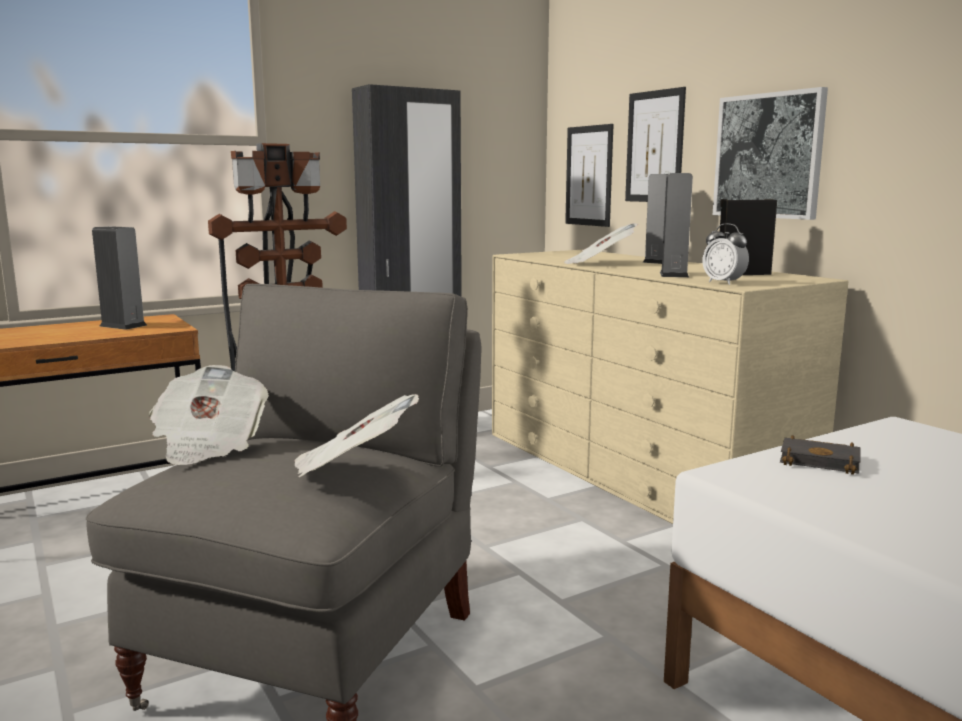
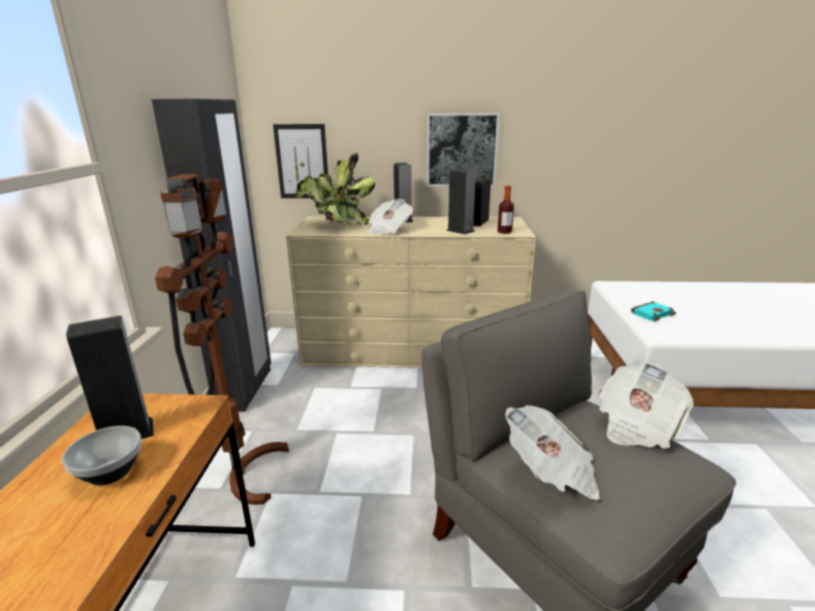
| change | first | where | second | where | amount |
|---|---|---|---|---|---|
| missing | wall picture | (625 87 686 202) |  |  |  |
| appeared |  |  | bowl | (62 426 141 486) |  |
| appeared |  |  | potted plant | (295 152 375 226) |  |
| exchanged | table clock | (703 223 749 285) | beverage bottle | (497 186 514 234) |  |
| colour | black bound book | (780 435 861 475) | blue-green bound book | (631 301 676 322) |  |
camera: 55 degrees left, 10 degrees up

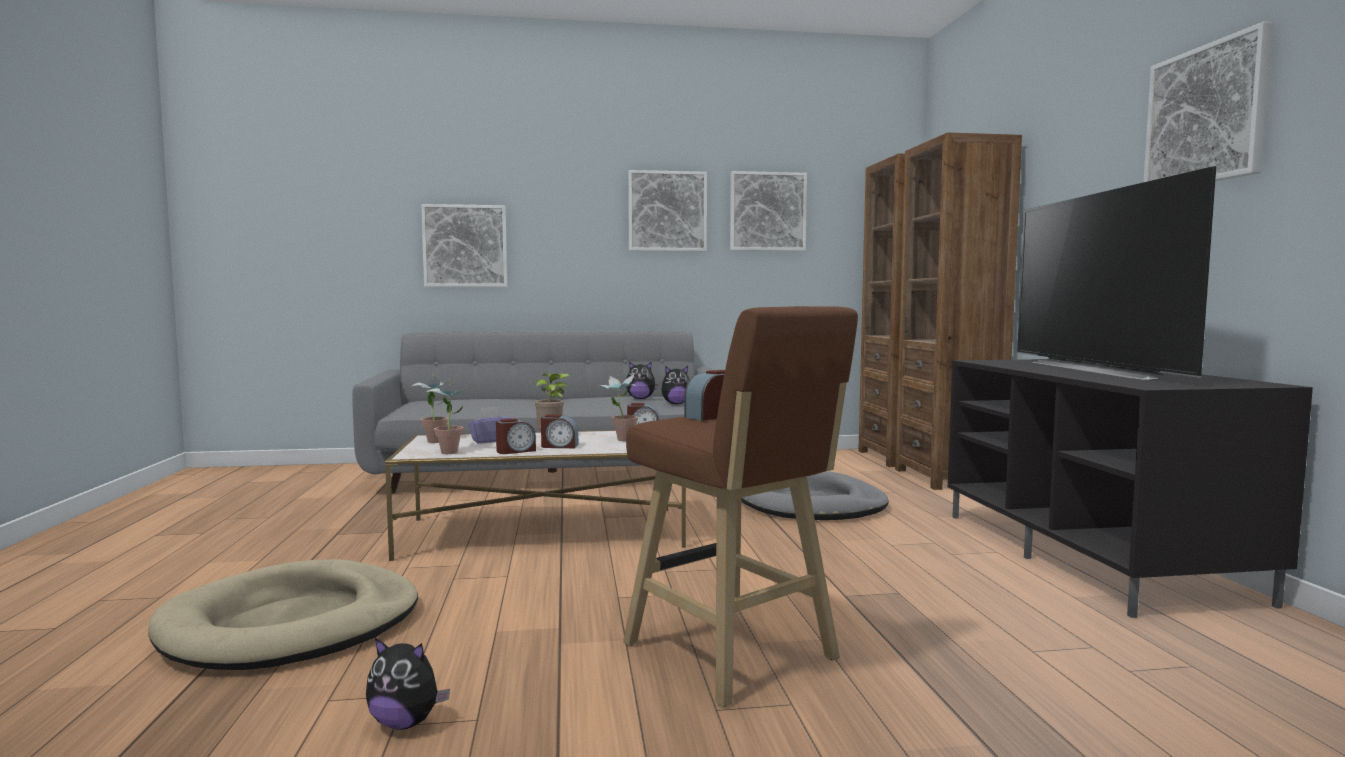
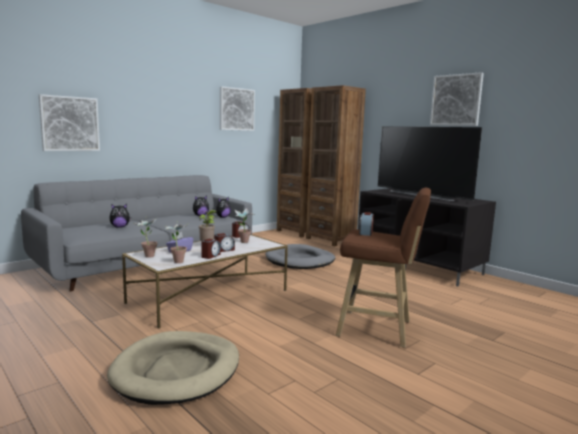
| change | first | where | second | where | amount |
|---|---|---|---|---|---|
| missing | wall picture | (628 170 707 252) |  |  |  |
| relocated | soft toy | (366 638 450 730) |  | (109 204 131 228) |  |
camera: 35 degrees left, 5 degrees up

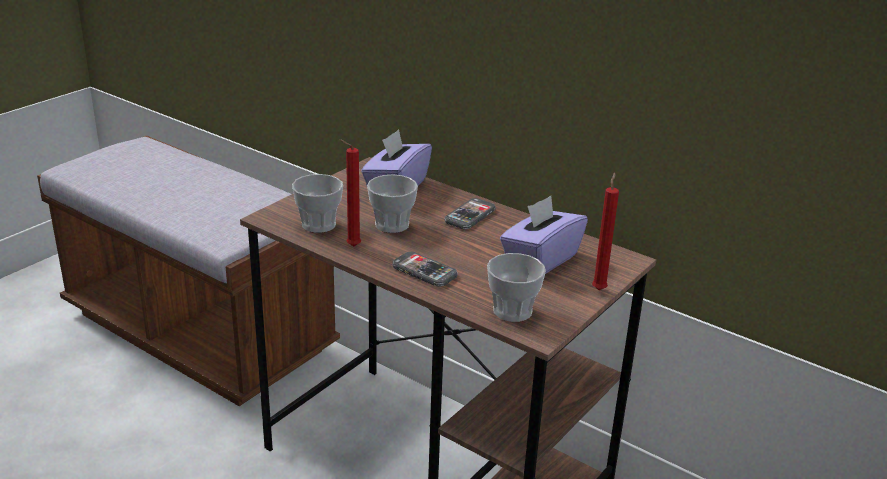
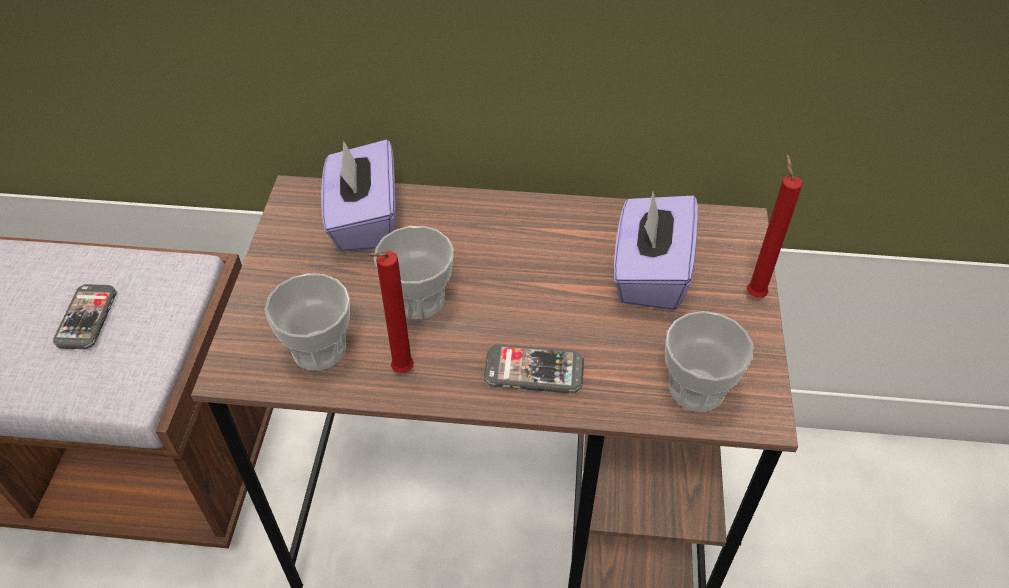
| change | first | where | second | where | amount |
|---|---|---|---|---|---|
| relocated | handset | (444 198 496 229) |  | (53 284 117 349) |  |
camera: 30 degrees left, 20 degrees up

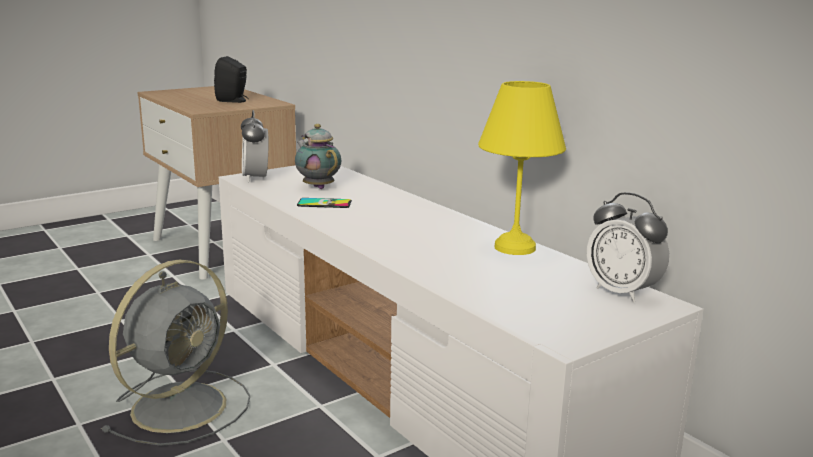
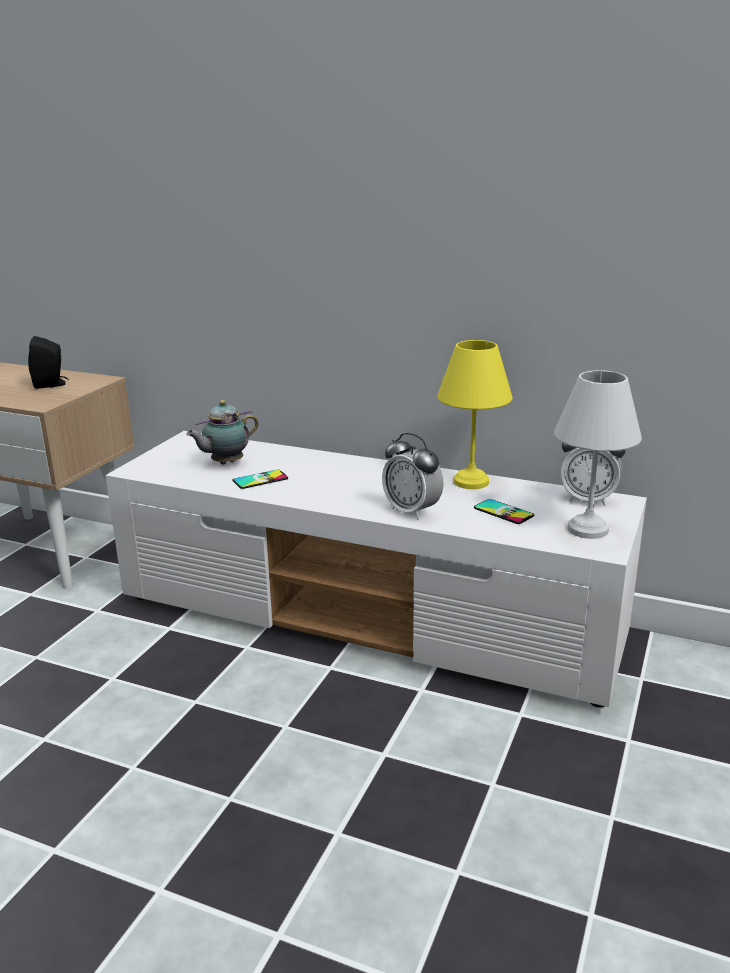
| change | first | where | second | where | amount |
|---|---|---|---|---|---|
| missing | gray electric fan | (101 259 250 446) |  |  |  |
| appeared |  |  | handset | (474 499 534 524) |  |
| appeared |  |  | white lamp for a table | (554 370 642 539) |  |
| relocated | table clock | (241 110 268 183) |  | (382 433 443 520) |  |
| spun | teapot | (295 124 341 189) |  | (186 400 259 465) | 60 degrees counterclockwise |
camera: 30 degrees left, 5 degrees up

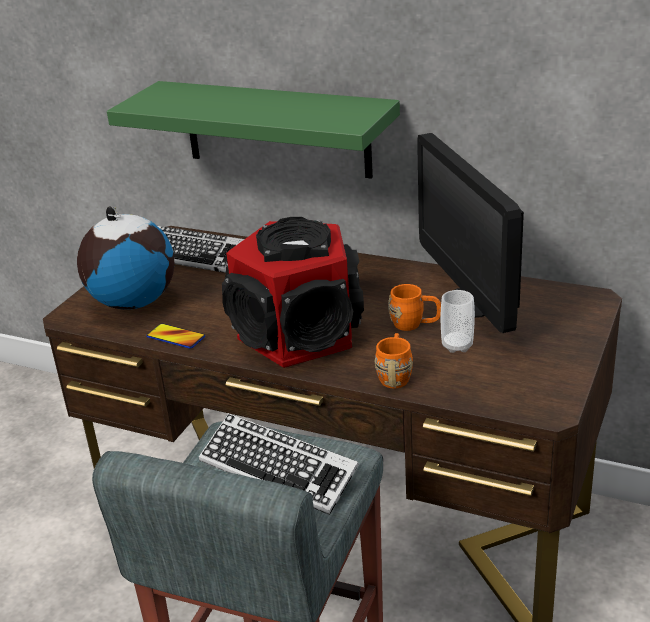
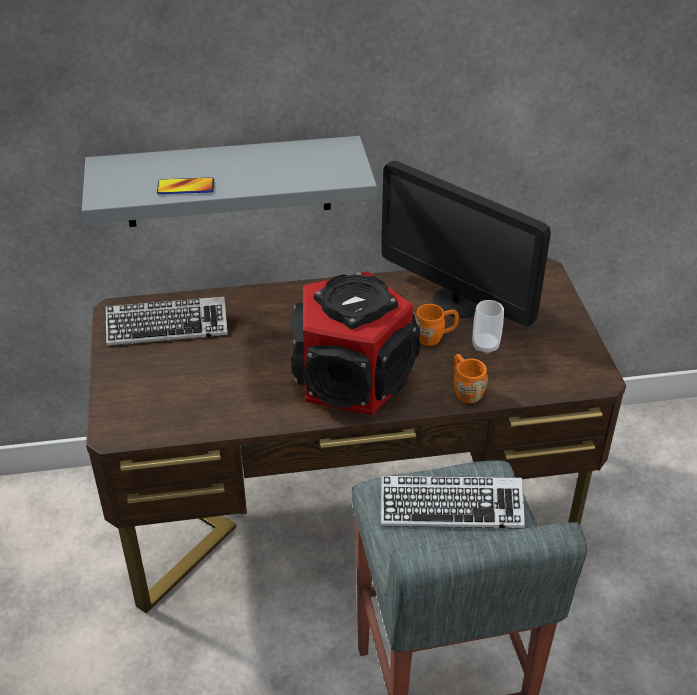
| change | first | where | second | where | amount |
|---|---|---|---|---|---|
| missing | world globe | (77 207 174 310) |  |  |  |
| relocated | handset | (146 323 205 349) |  | (157 177 214 194) |  |
| colour | green-coloured bracket shelf | (107 81 400 179) | gray bracket shelf | (82 136 377 227) |  |
camera: 35 degrees left, 10 degrees up

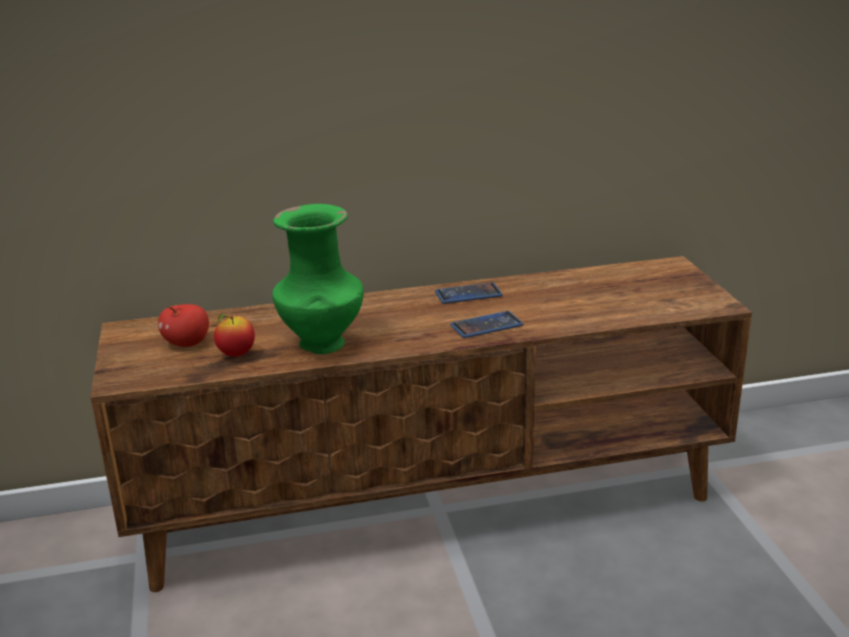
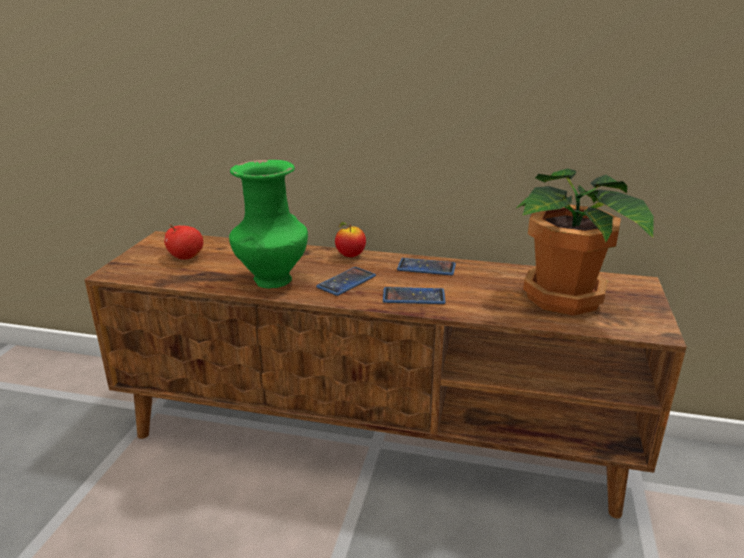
| change | first | where | second | where | amount |
|---|---|---|---|---|---|
| appeared |  |  | handset | (316 267 376 296) |  |
| appeared |  |  | potted plant | (516 168 654 316) |  |
| relocated | apple fruit | (214 314 255 357) |  | (335 222 366 257) |  |
camera: 25 degrees right, 0 degrees up

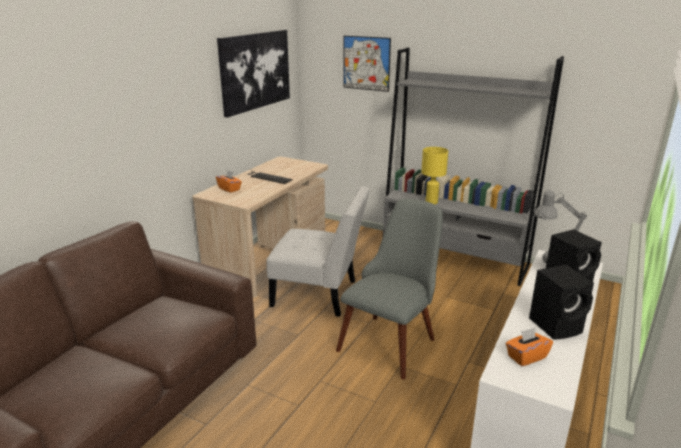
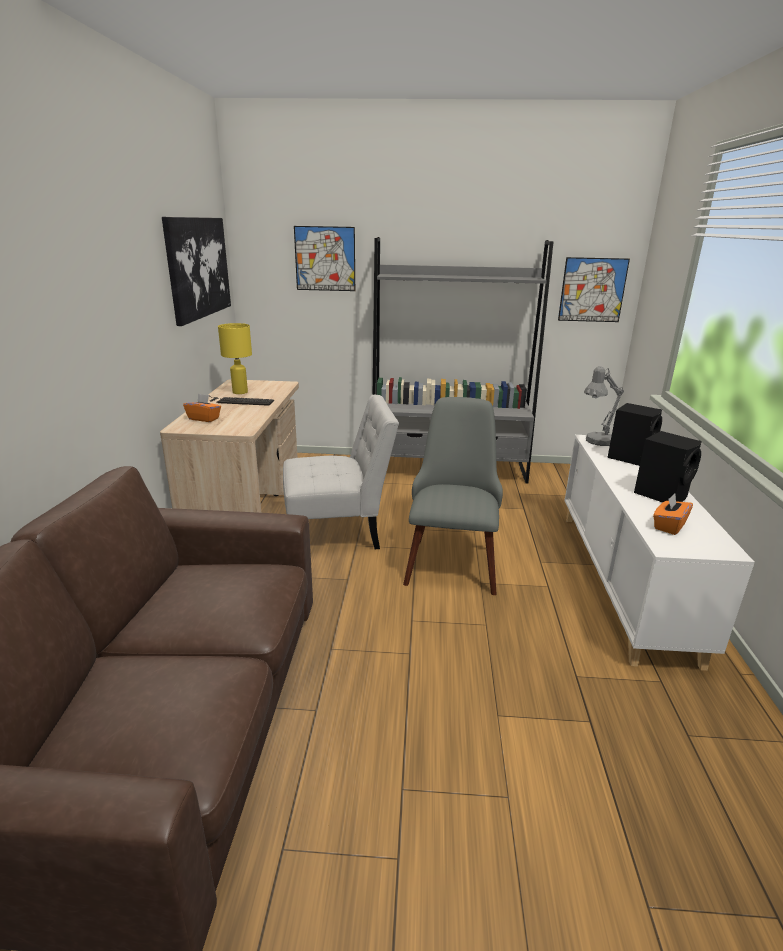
| change | first | where | second | where | amount |
|---|---|---|---|---|---|
| appeared |  |  | wall picture | (558 257 630 322) |  |
| relocated | yellowish lamp for a table | (421 147 448 204) |  | (218 323 252 394) |  |
camera: 25 degrees left, 0 degrees up

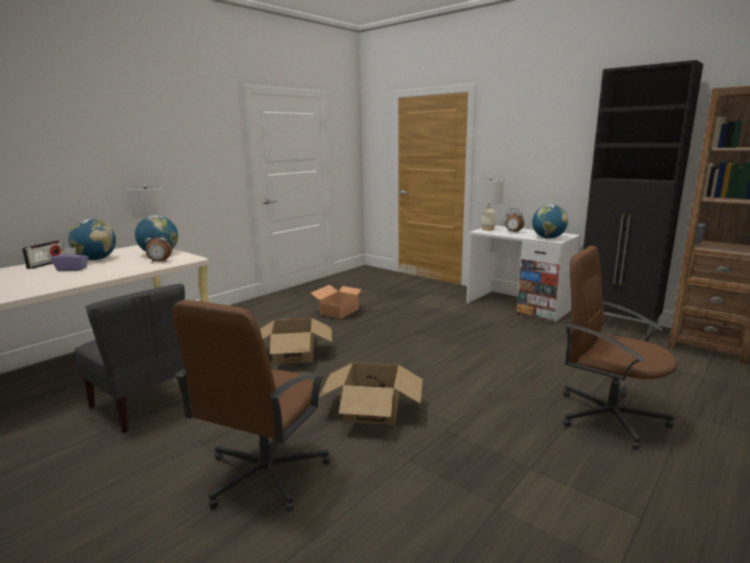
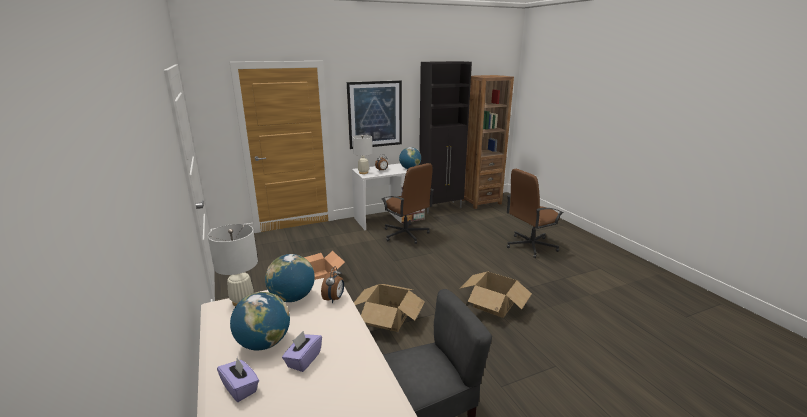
| change | first | where | second | where | amount |
|---|---|---|---|---|---|
| appeared |  |  | wall picture | (347 80 402 149) |  |
| relocated | brown computer chair | (173 300 330 512) |  | (382 163 434 244) |  |
| exchanged | radio set | (22 240 65 269) | purple-coloured tissue holder | (217 358 259 402) |  |
camera: 65 degrees left, 5 degrees up

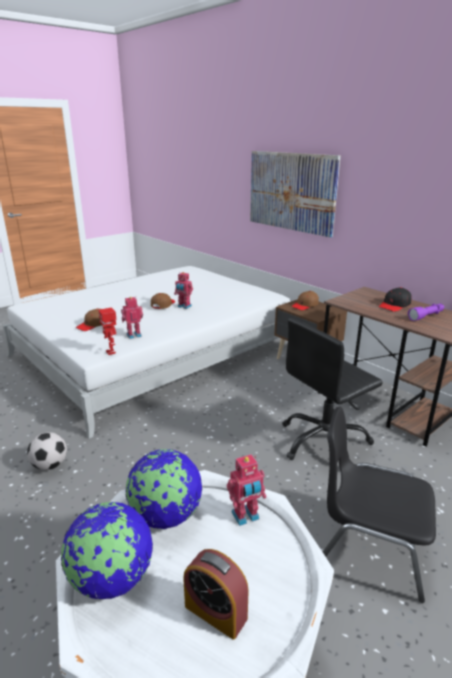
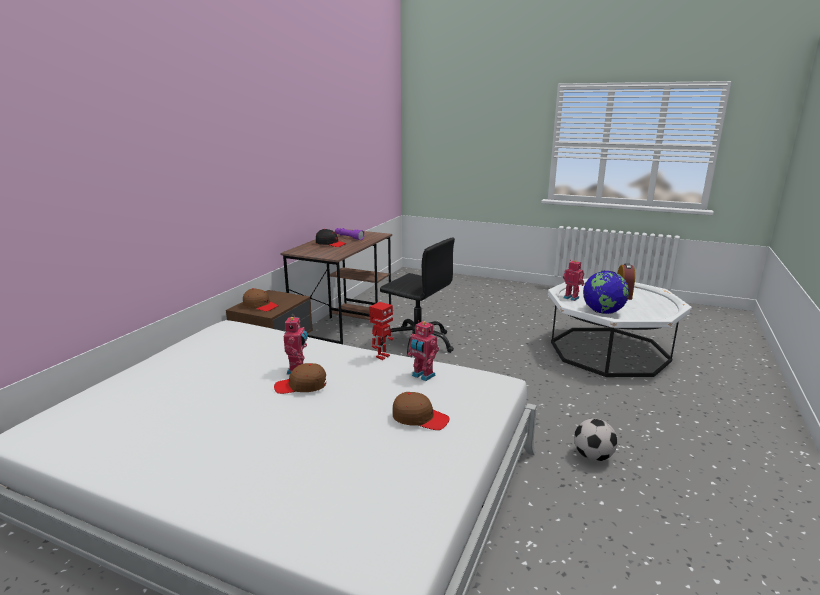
| change | first | where | second | where | amount |
|---|---|---|---|---|---|
| missing | world globe | (61 502 153 600) |  |  |  |
| missing | wall picture | (250 151 341 238) |  |  |  |
| missing | black plain chair | (323 407 436 603) |  |  |  |
| relocated | toy robot | (98 308 116 355) |  | (369 302 394 360) |  |
camera: 115 degrees left, 5 degrees down

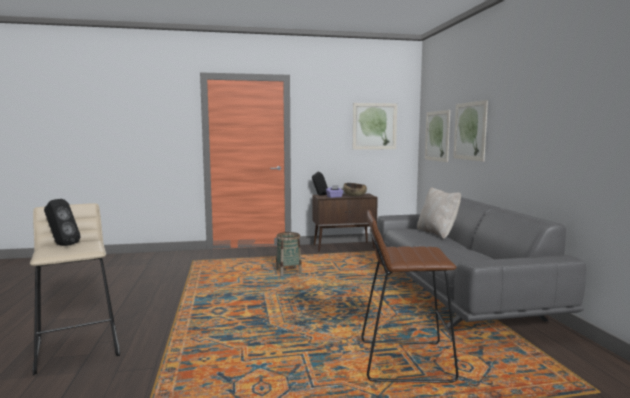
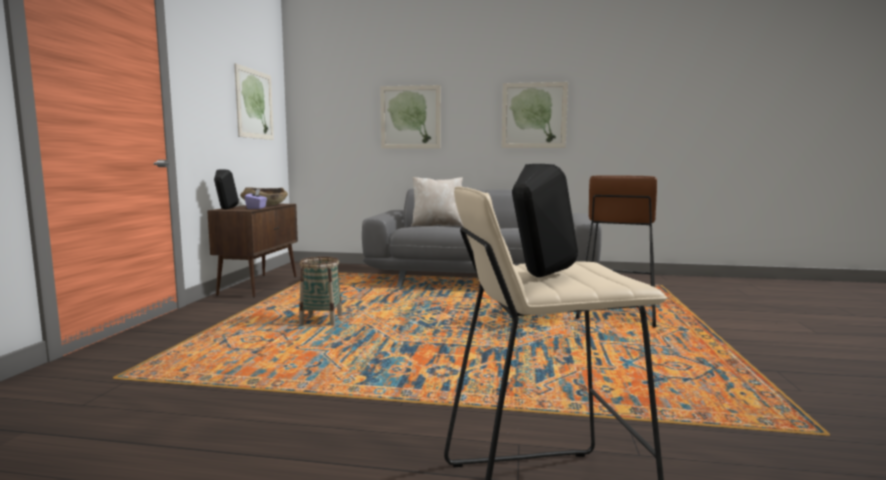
| change | first | where | second | where | amount |
|---|---|---|---|---|---|
| relocated | wall picture | (425 110 450 162) |  | (502 82 568 148) |  |
camera: 70 degrees left, 0 degrees up

